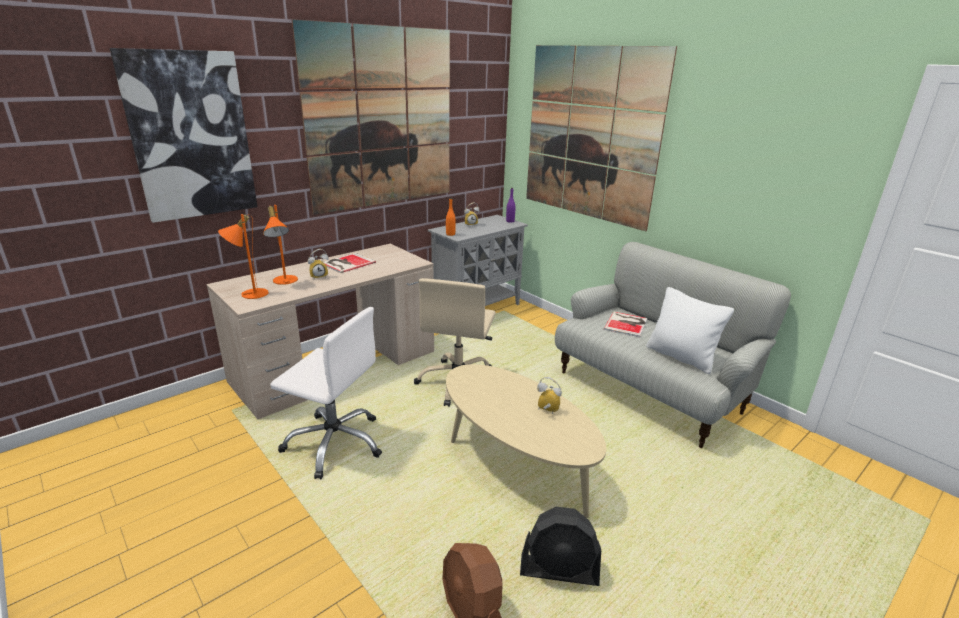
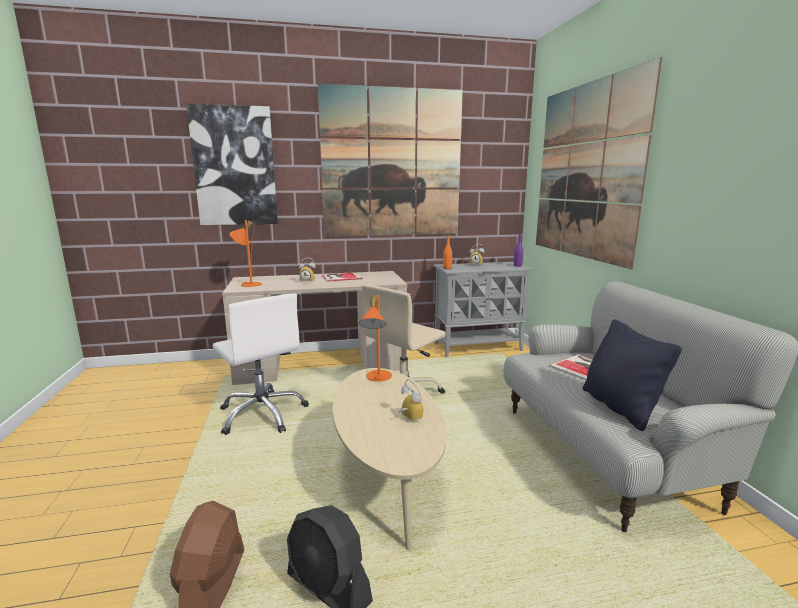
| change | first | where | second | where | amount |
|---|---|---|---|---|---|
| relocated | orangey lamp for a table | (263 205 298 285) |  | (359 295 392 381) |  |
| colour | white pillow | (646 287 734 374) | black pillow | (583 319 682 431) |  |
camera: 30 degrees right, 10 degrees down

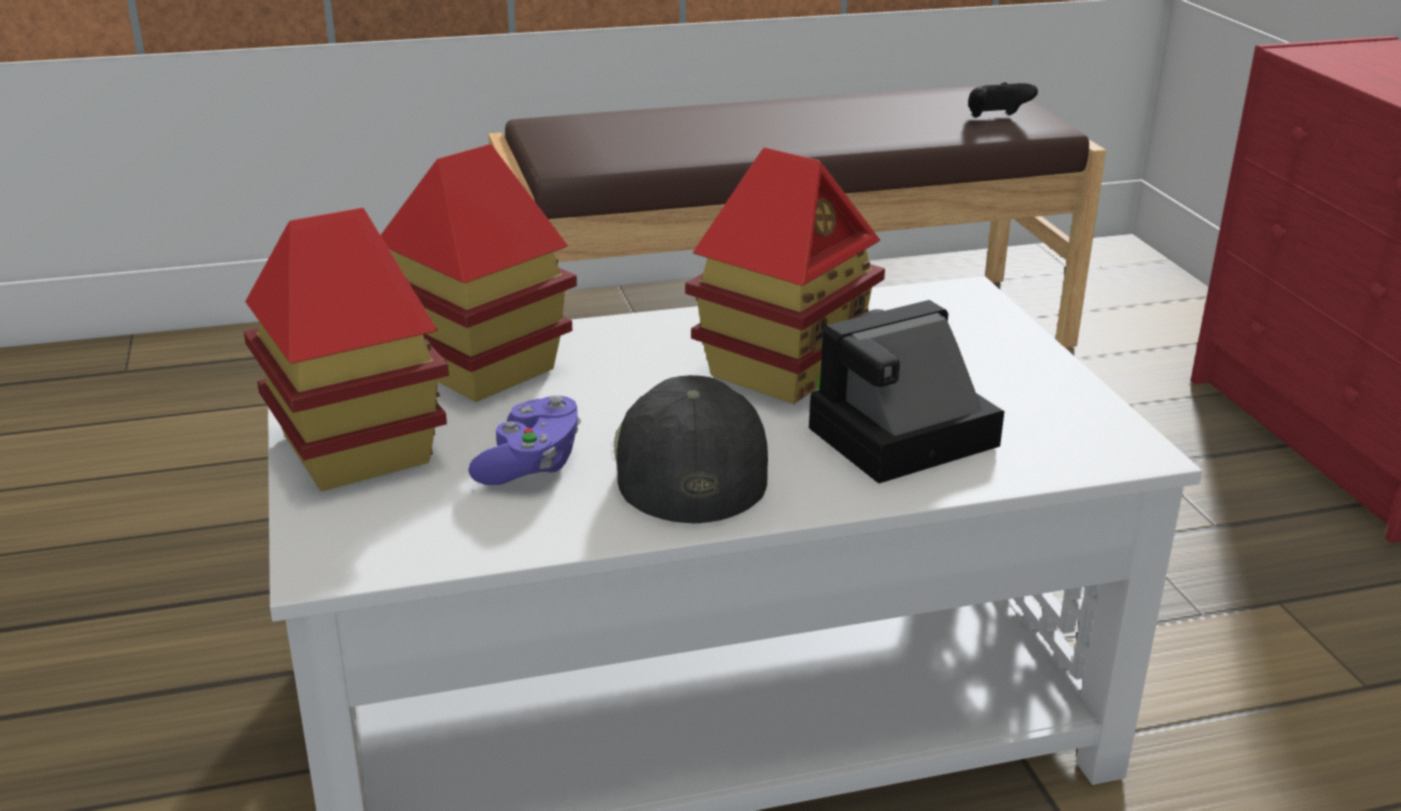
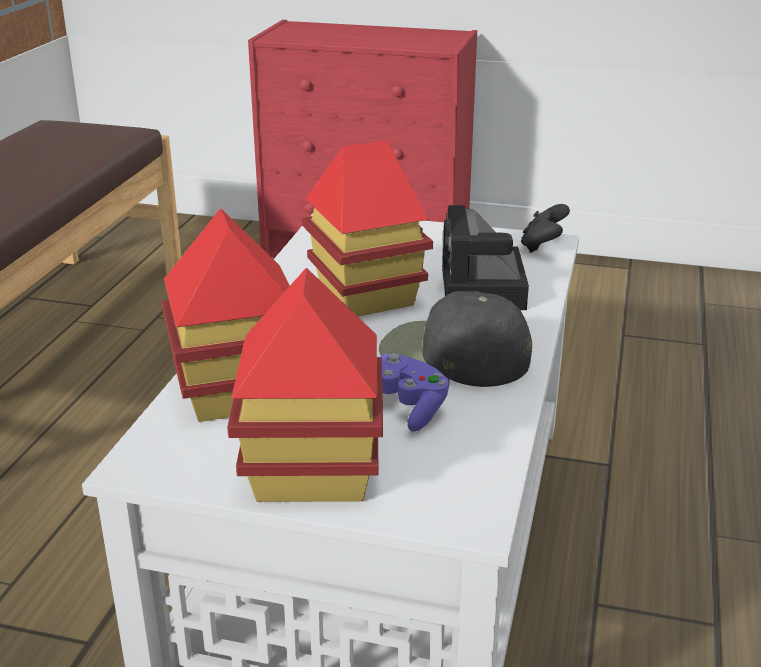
| change | first | where | second | where | amount |
|---|---|---|---|---|---|
| relocated | black gamepad | (969 82 1038 118) |  | (521 204 570 253) |  |
camera: 60 degrees left, 0 degrees up

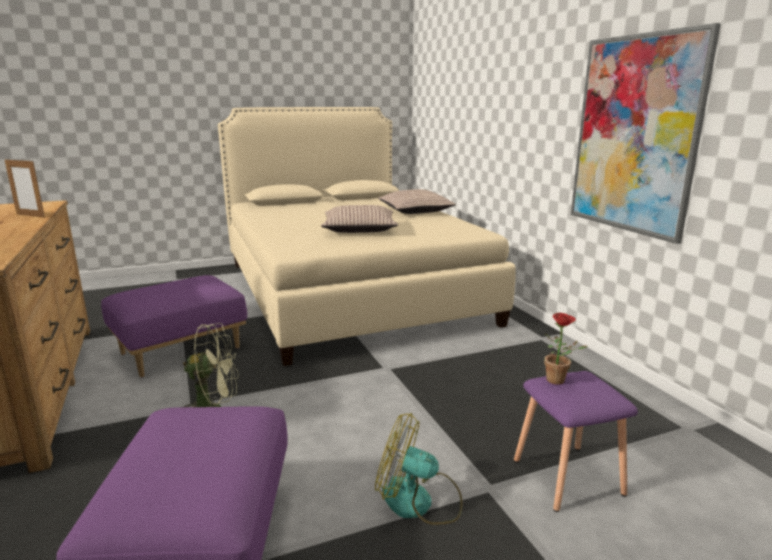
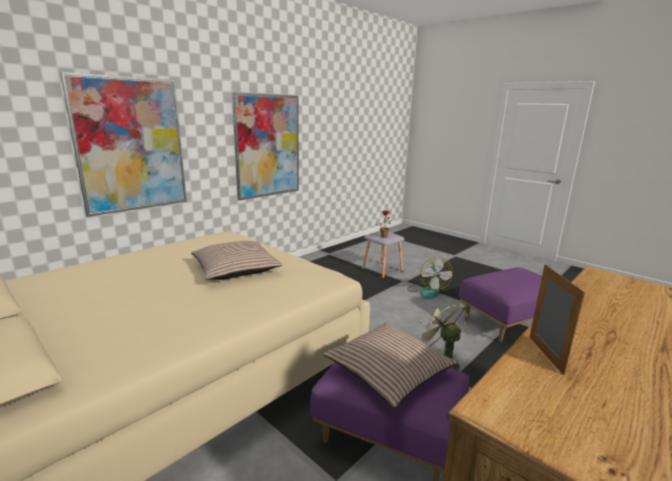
| change | first | where | second | where | amount |
|---|---|---|---|---|---|
| appeared |  |  | wall picture | (60 72 187 217) |  |
| relocated | pillow | (378 189 456 214) |  | (323 322 457 408) |  |
| colour | purple-coloured sitting stool | (514 371 638 512) | gray sitting stool | (362 231 405 279) |  |
camera: 115 degrees left, 0 degrees up

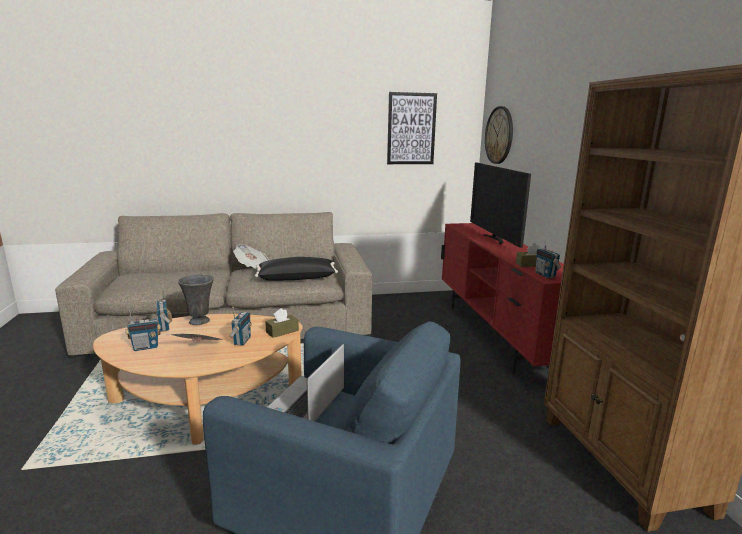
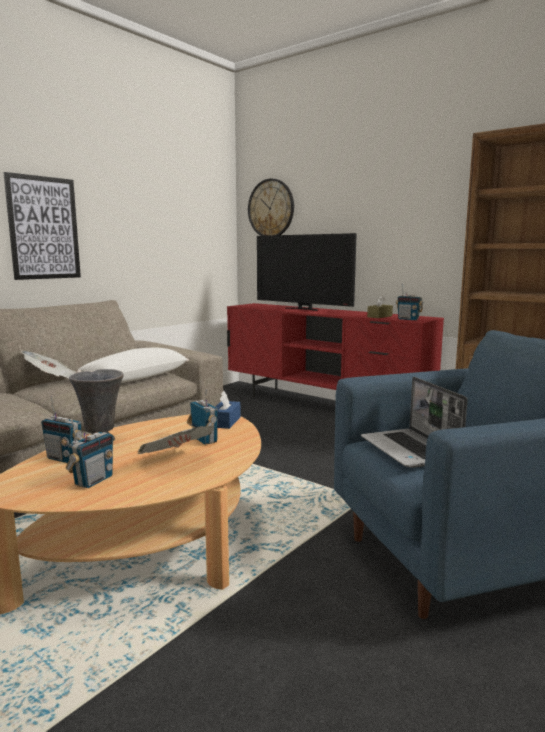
| change | first | where | second | where | amount |
|---|---|---|---|---|---|
| relocated | wall picture | (387 92 437 164) |  | (3 172 81 280) |  |
| colour | black pillow | (255 257 338 280) | white pillow | (77 348 189 383) |  |
| colour | brown tissue holder | (265 308 299 338) | bluish tissue holder | (215 391 241 429) |  |
camera: 40 degrees left, 5 degrees down

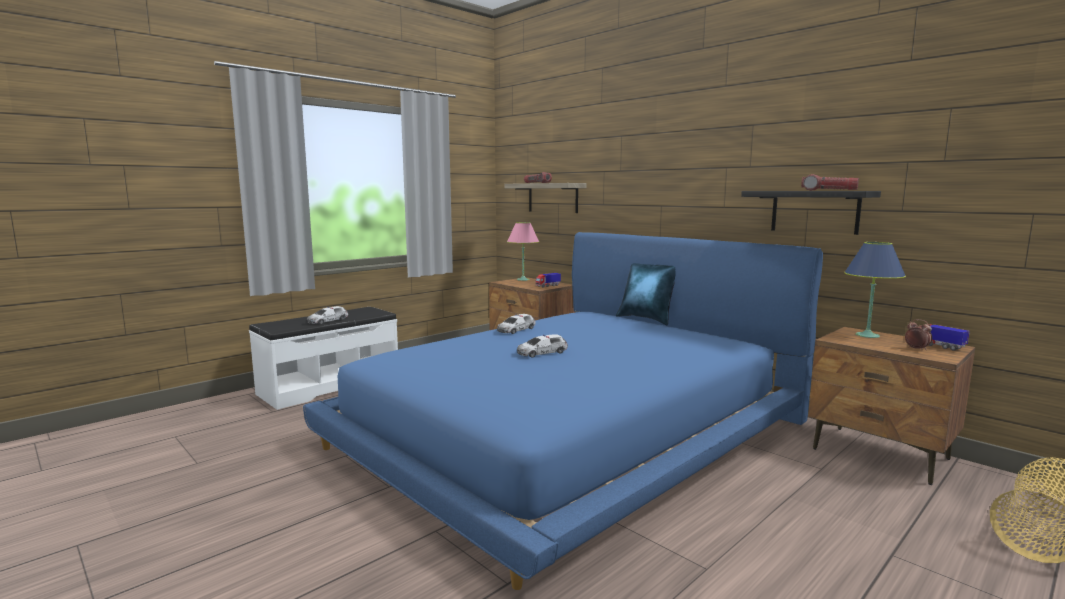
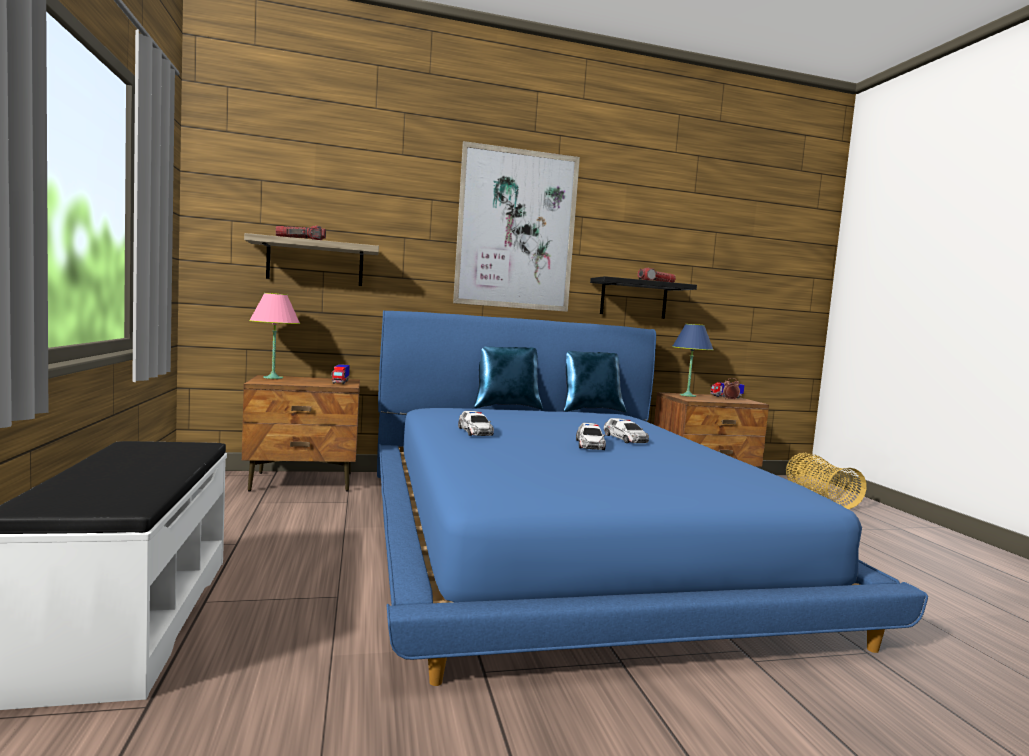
| change | first | where | second | where | amount |
|---|---|---|---|---|---|
| appeared |  |  | wall picture | (453 141 580 312) |  |
| appeared |  |  | bluish pillow | (564 351 627 413) |  |
| relocated | miniature car | (307 306 348 324) |  | (603 418 649 443) |  |
camera: 60 degrees left, 5 degrees down

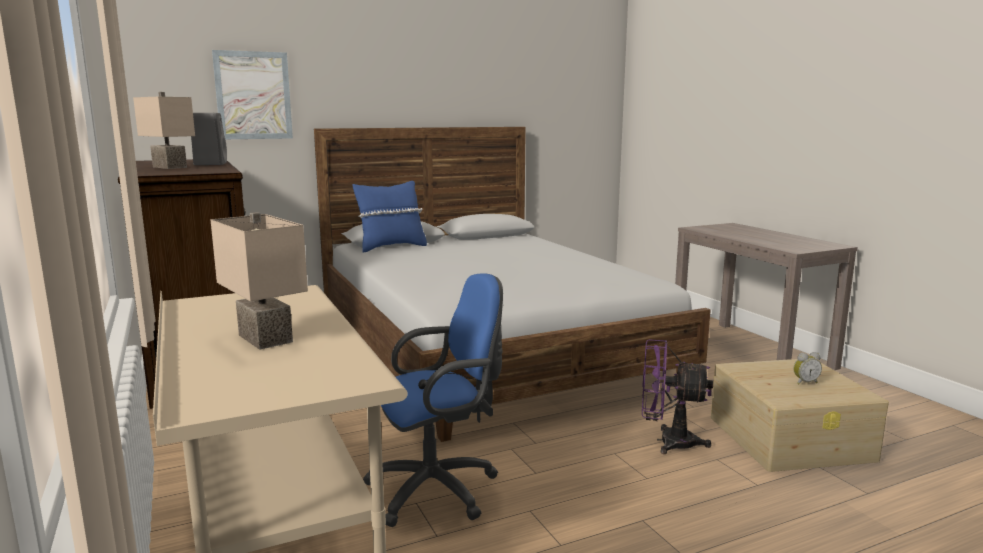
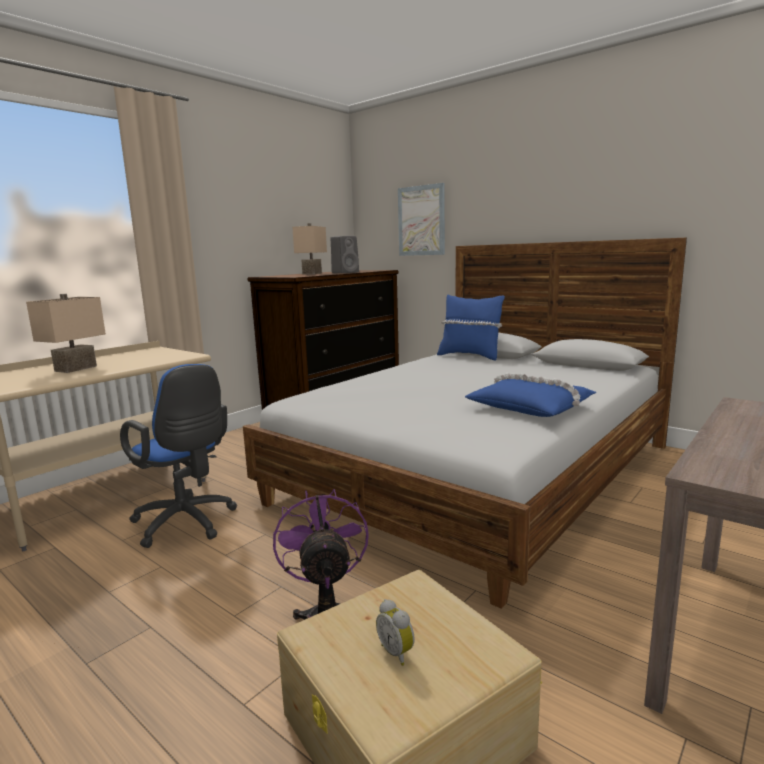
| change | first | where | second | where | amount |
|---|---|---|---|---|---|
| appeared |  |  | bluish pillow | (465 373 596 417) |  |
camera: 65 degrees right, 0 degrees up

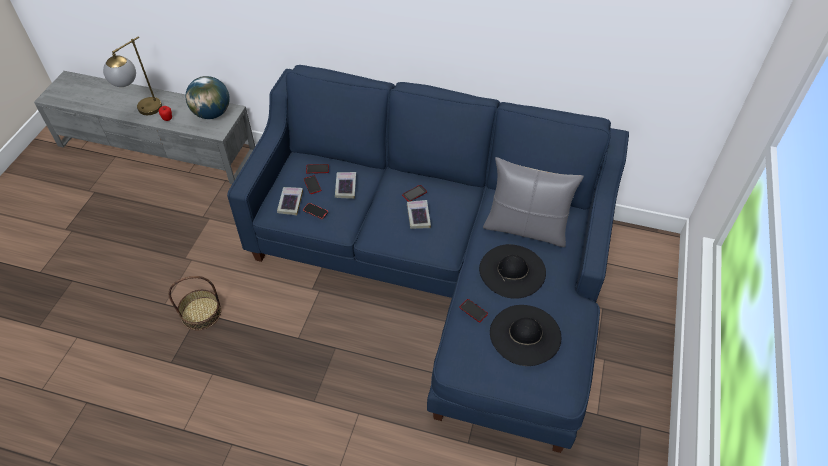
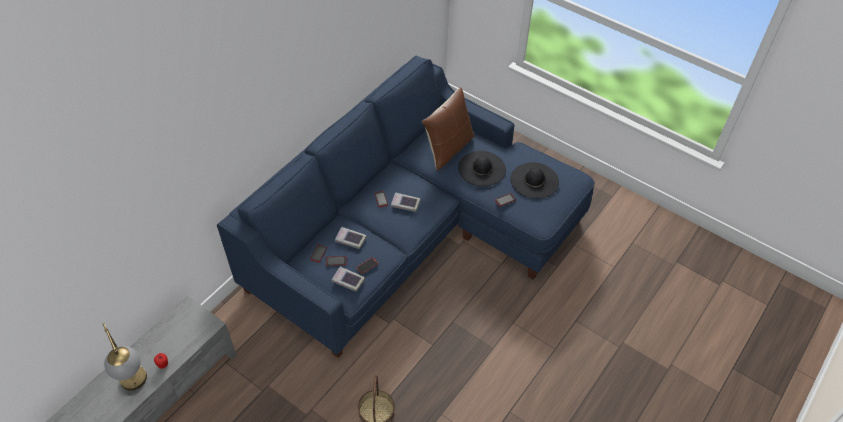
| change | first | where | second | where | amount |
|---|---|---|---|---|---|
| missing | world globe | (185 76 230 119) |  |  |  |
| colour | gray pillow | (483 157 584 247) | brown pillow | (422 87 474 171) |  |
camera: 70 degrees left, 0 degrees up

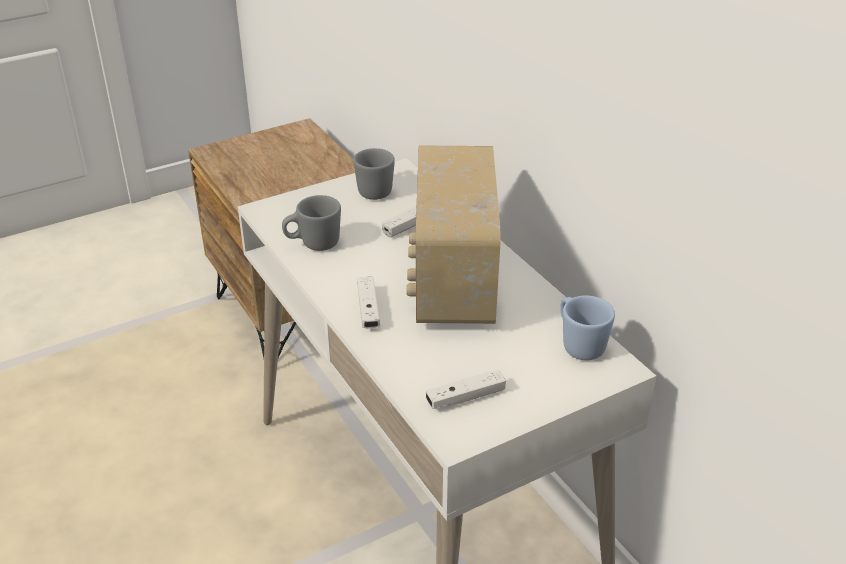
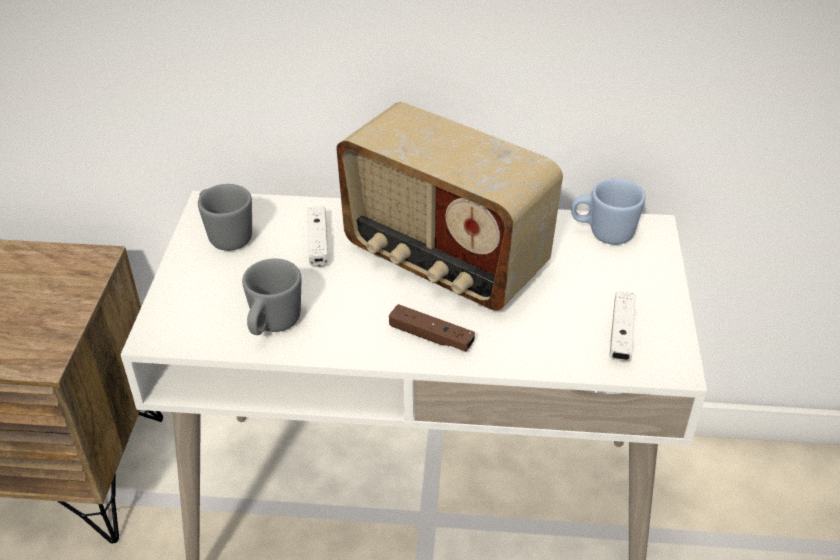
| change | first | where | second | where | amount |
|---|---|---|---|---|---|
| colour | white gamepad | (357 277 380 328) | brown gamepad | (389 304 475 352) |  |
camera: 55 degrees left, 5 degrees up

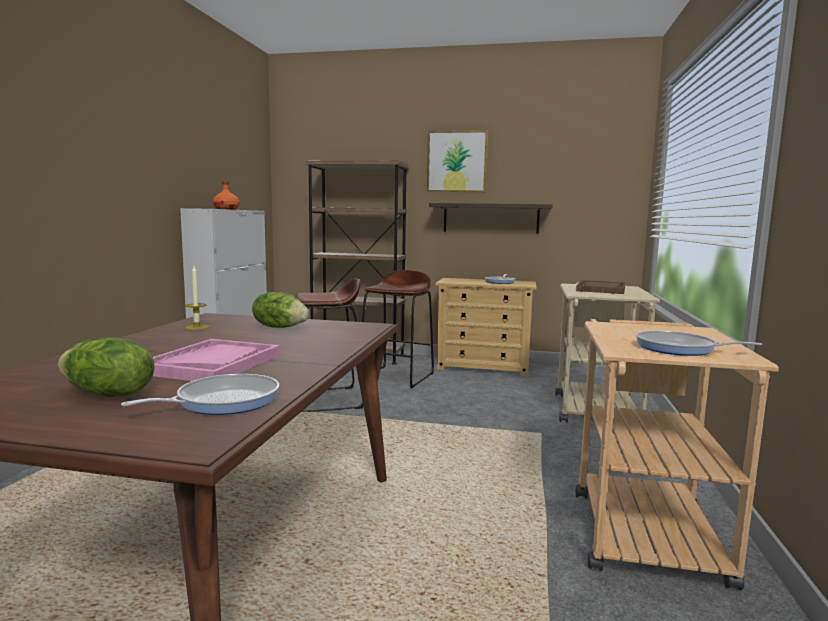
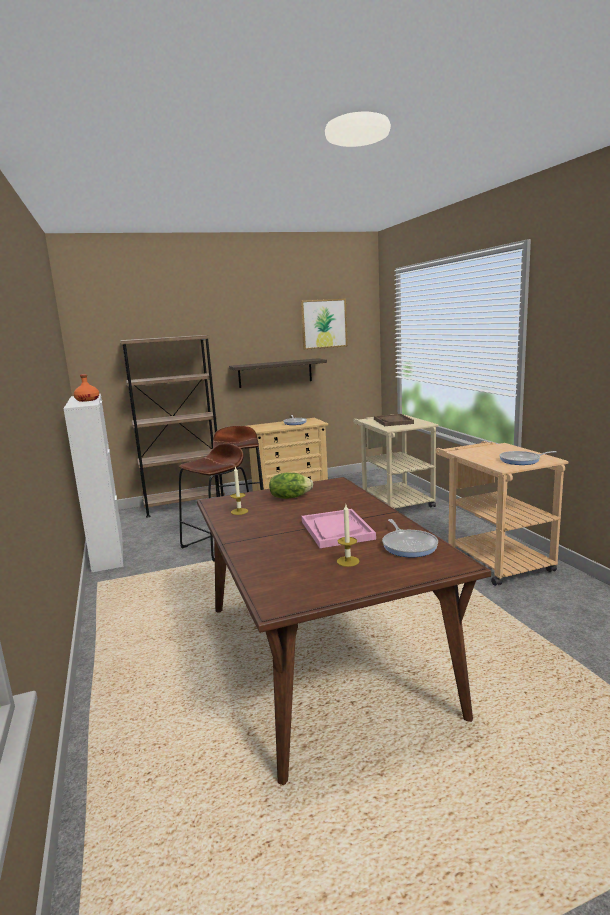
| change | first | where | second | where | amount |
|---|---|---|---|---|---|
| relocated | wall picture | (427 130 488 192) |  | (301 299 348 350) |  |
| exchanged | lettuce head | (58 338 155 397) | wax candle | (337 505 360 567) |  |
| spun | frying pan | (121 374 279 415) |  | (382 519 438 557) | 150 degrees clockwise |
camera: 30 degrees left, 5 degrees up

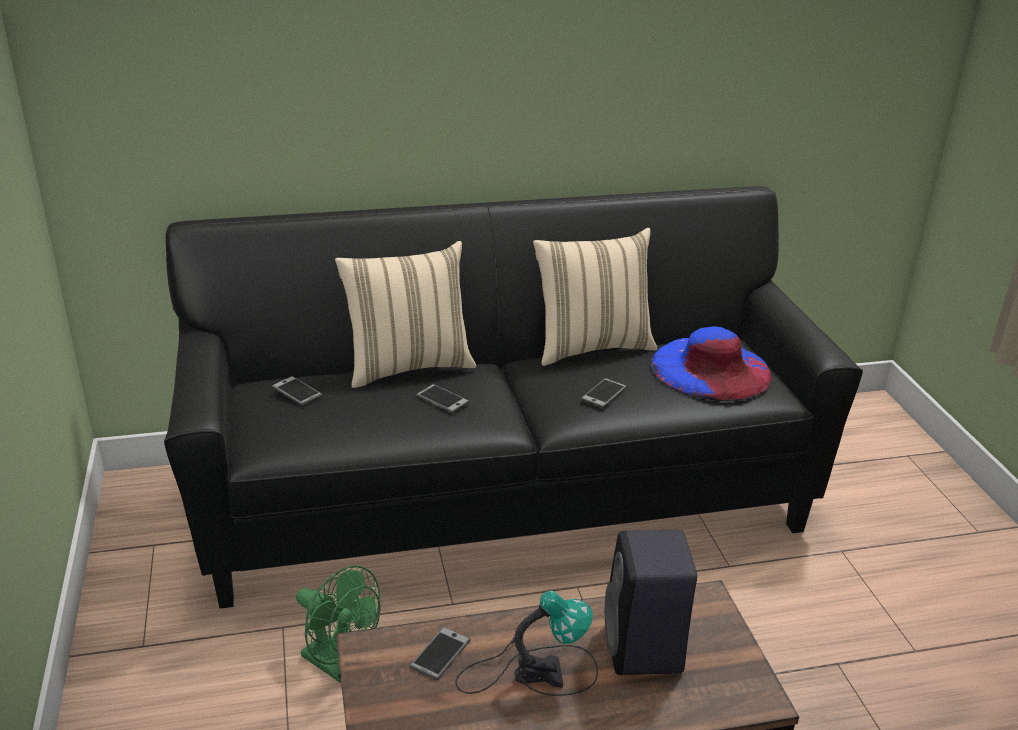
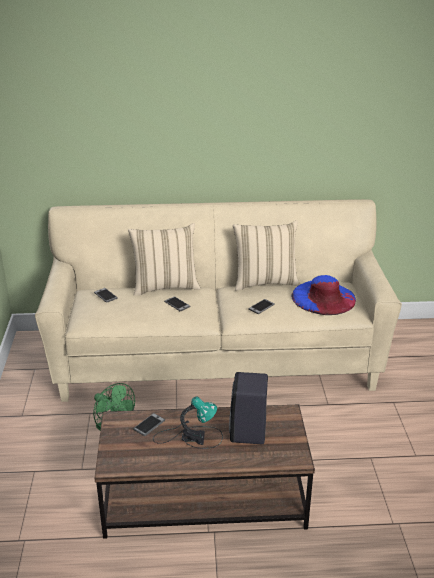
| change | first | where | second | where | amount |
|---|---|---|---|---|---|
| colour | black couch | (164 186 863 609) | beige couch | (35 199 402 402) |  |
camera: 10 degrees right, 0 degrees up

